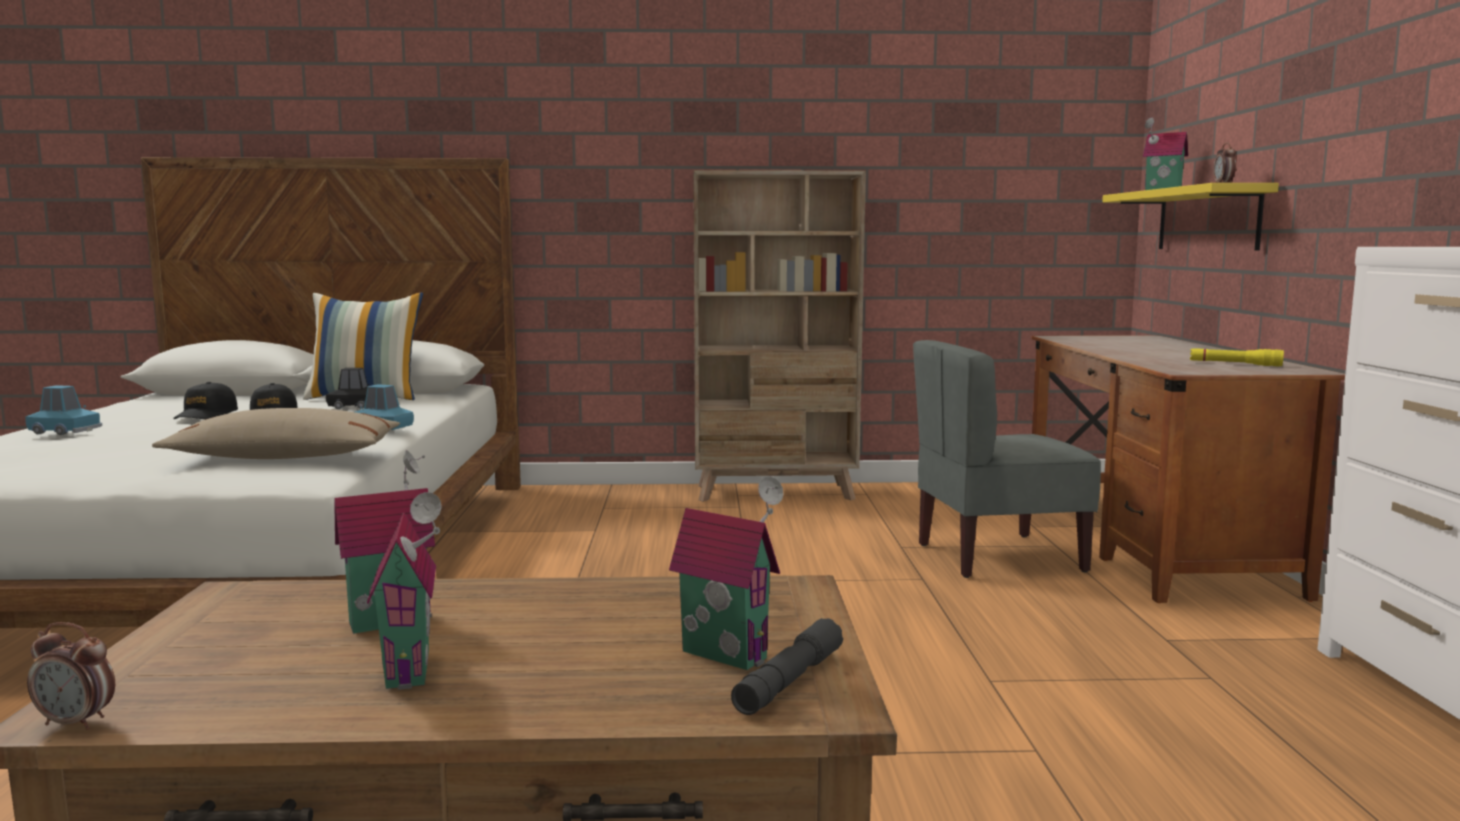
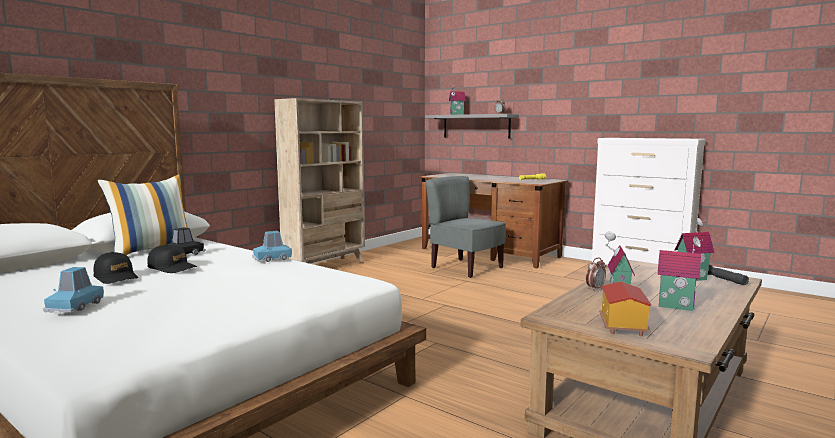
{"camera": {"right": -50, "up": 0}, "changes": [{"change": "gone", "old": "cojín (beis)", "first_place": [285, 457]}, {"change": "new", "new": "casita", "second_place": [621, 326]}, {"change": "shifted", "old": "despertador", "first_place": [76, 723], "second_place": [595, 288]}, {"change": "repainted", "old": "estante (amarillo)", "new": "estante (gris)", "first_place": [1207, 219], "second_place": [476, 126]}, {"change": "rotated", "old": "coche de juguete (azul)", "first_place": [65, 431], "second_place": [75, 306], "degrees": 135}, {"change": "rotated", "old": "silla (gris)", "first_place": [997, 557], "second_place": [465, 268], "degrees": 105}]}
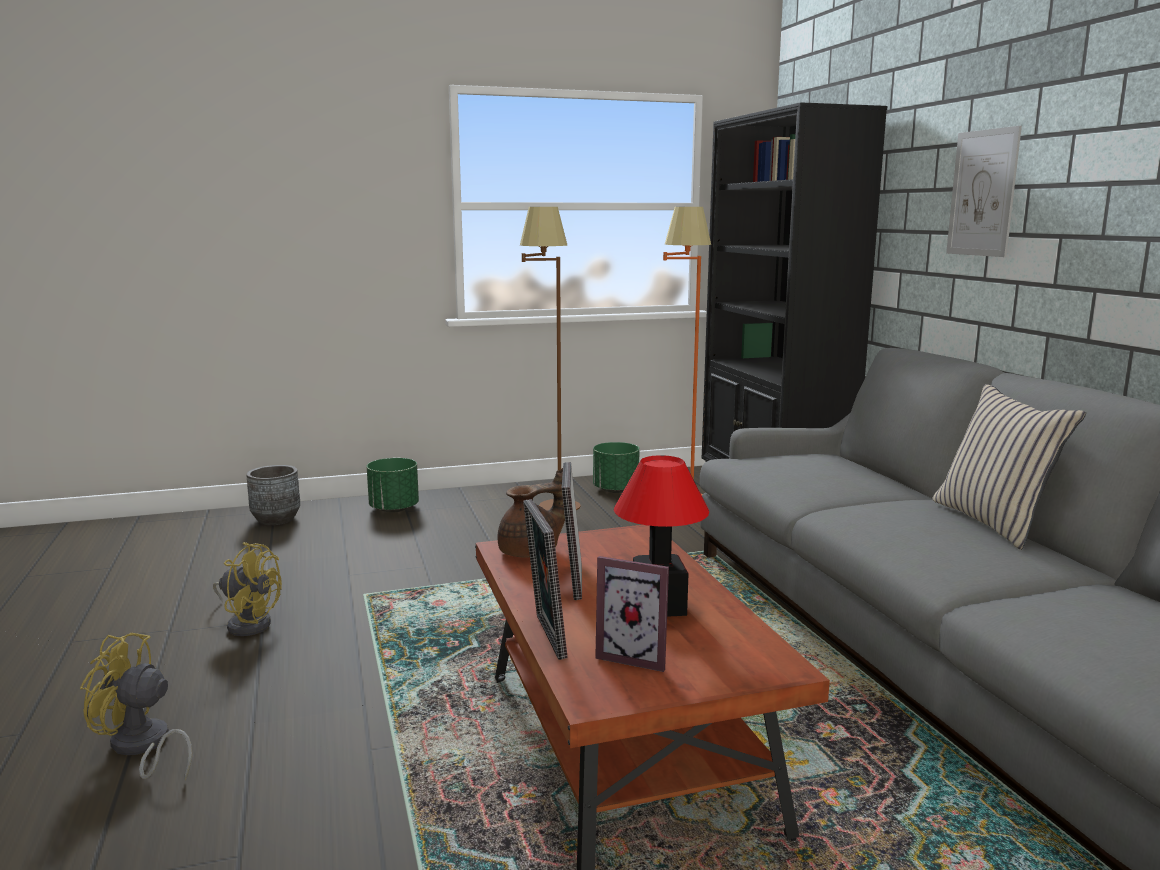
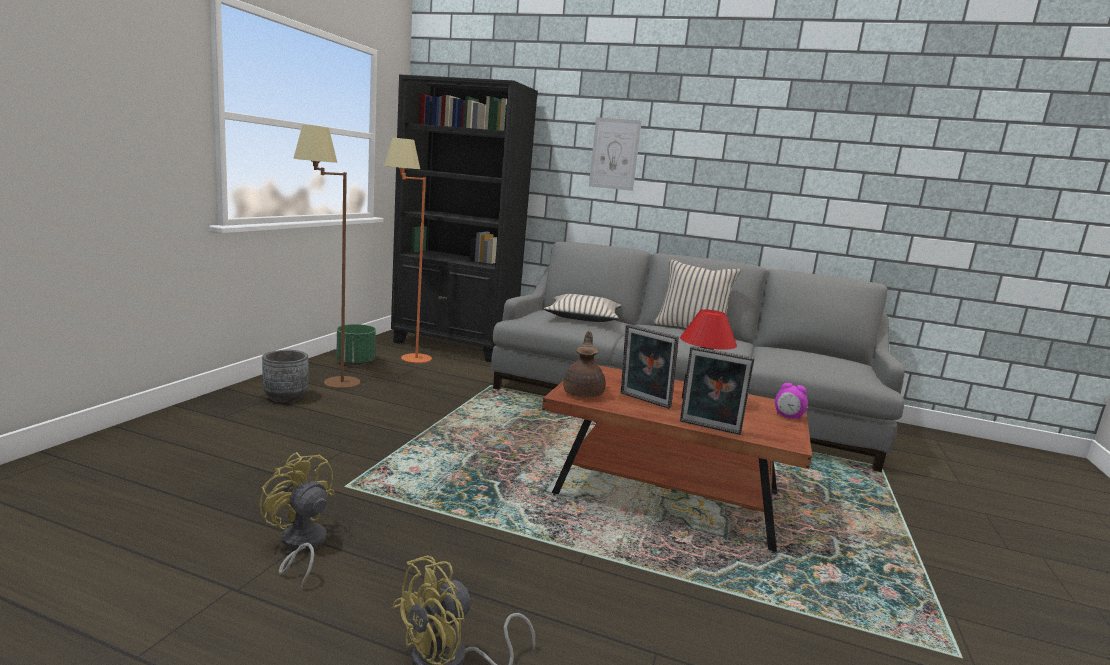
{"camera": {"right": -55, "up": 0}, "changes": [{"change": "gone", "old": "maceta (verde)", "first_place": [394, 509]}, {"change": "gone", "old": "portarretratos", "first_place": [635, 655]}, {"change": "new", "new": "cojín (beis)", "second_place": [583, 317]}, {"change": "new", "new": "despertador", "second_place": [788, 417]}, {"change": "shifted", "old": "maceta (gris)", "first_place": [276, 519], "second_place": [286, 397]}, {"change": "rotated", "old": "ventilador (amarillo)", "first_place": [248, 623], "second_place": [300, 546], "degrees": -105}]}
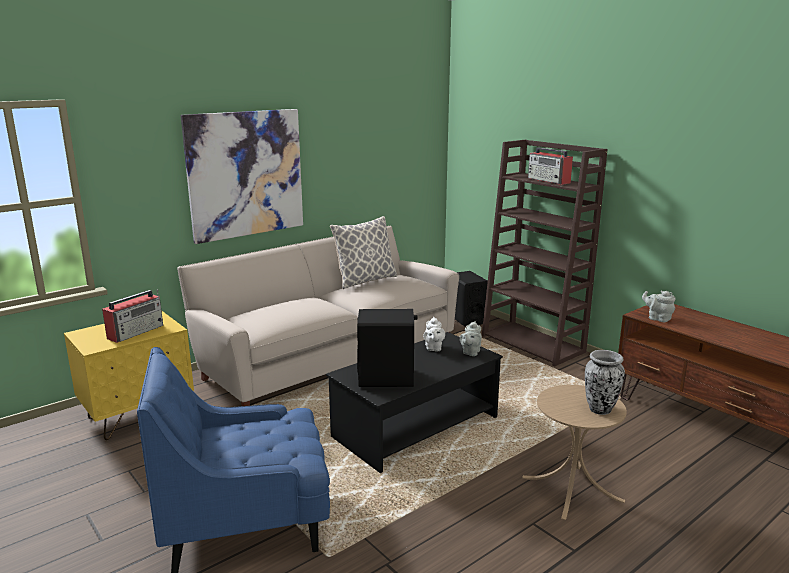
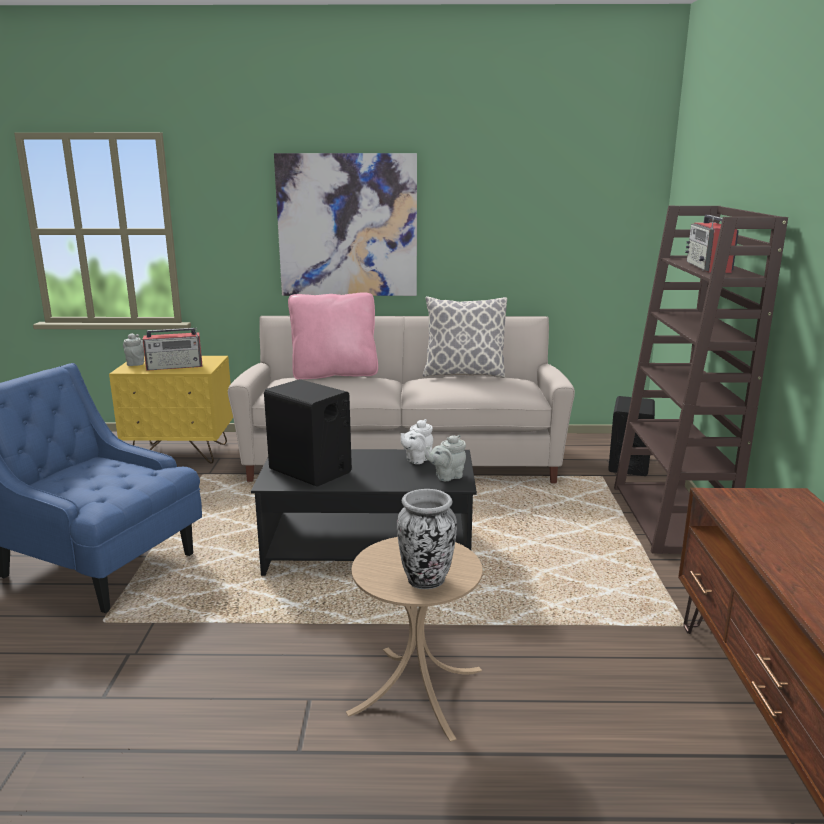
{"camera": {"right": 40, "up": 0}, "changes": [{"change": "new", "new": "cojín (rosa)", "second_place": [334, 374]}, {"change": "shifted", "old": "tetera (gris)", "first_place": [657, 318], "second_place": [136, 363]}]}
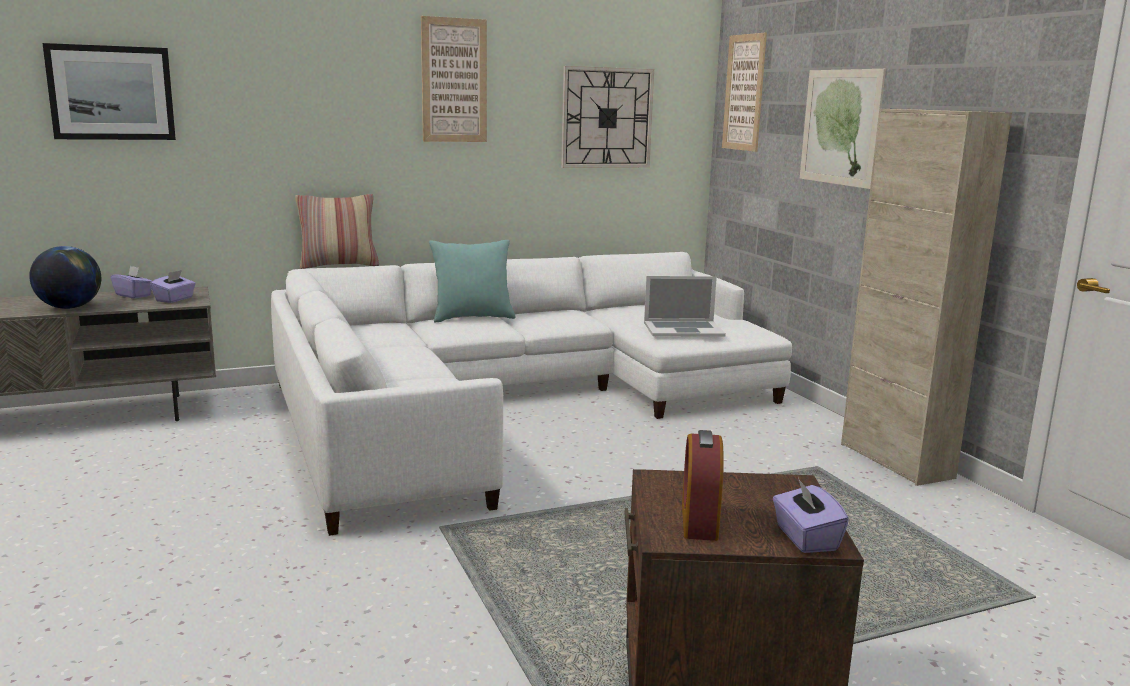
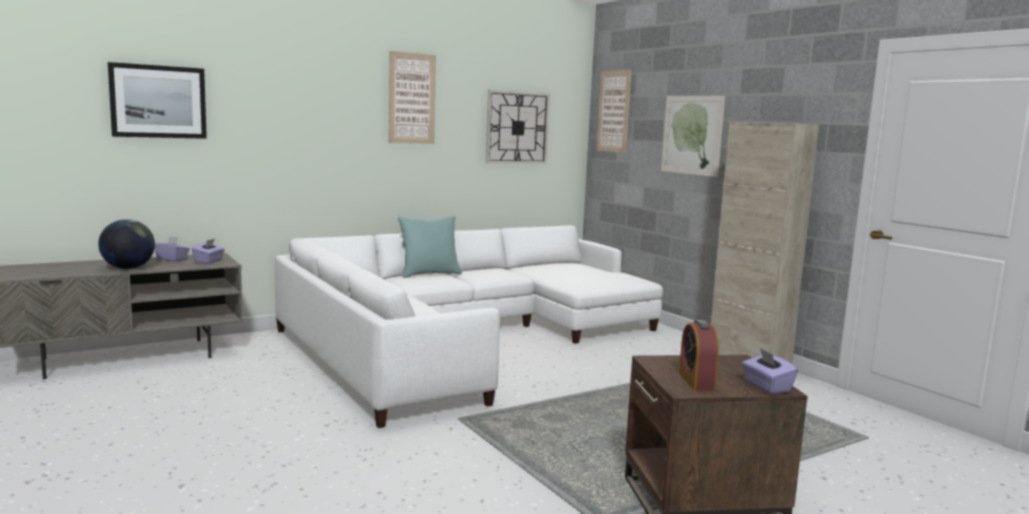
{"camera": {"right": -10, "up": -5}, "changes": [{"change": "gone", "old": "cojín", "first_place": [339, 265]}, {"change": "gone", "old": "portátil", "first_place": [683, 329]}]}
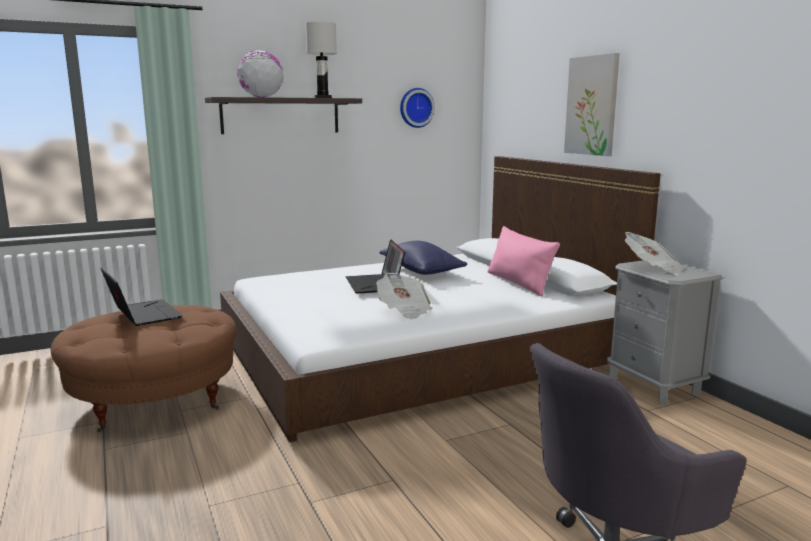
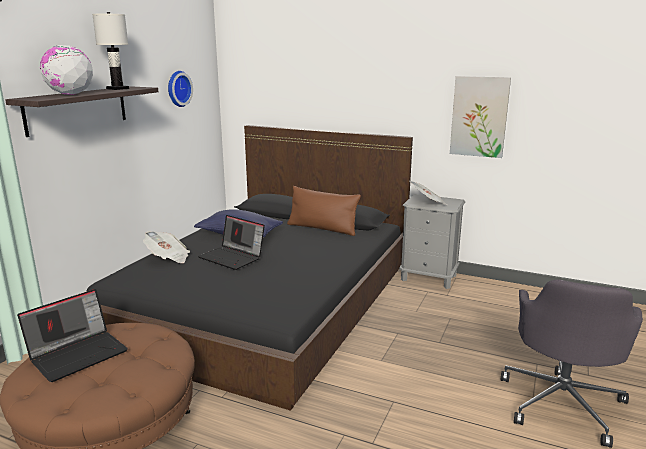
{"camera": {"right": -40, "up": 5}, "changes": [{"change": "shifted", "old": "periódico", "first_place": [404, 310], "second_place": [168, 258]}, {"change": "shifted", "old": "cuadro", "first_place": [592, 105], "second_place": [479, 116]}, {"change": "repainted", "old": "cama (blanco)", "new": "cama (negro)", "first_place": [422, 350], "second_place": [268, 300]}, {"change": "repainted", "old": "cojín (rosa)", "new": "cojín (marrón)", "first_place": [518, 283], "second_place": [322, 228]}, {"change": "rotated", "old": "portátil", "first_place": [142, 314], "second_place": [79, 353], "degrees": 120}]}
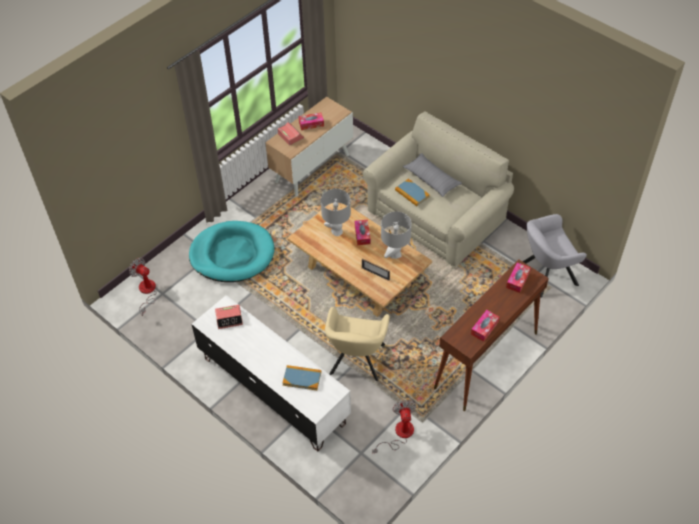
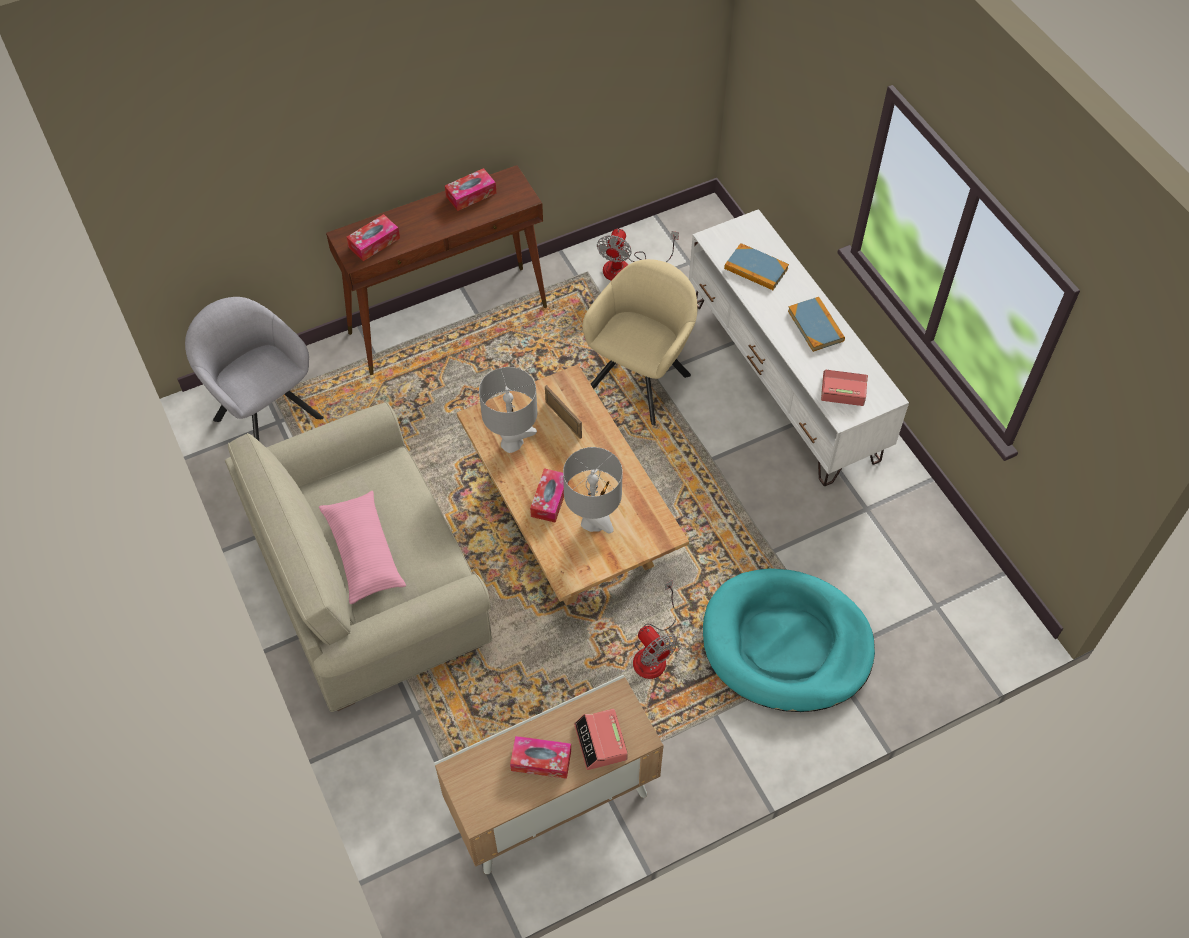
{"camera": {"right": -160, "up": 5}, "changes": [{"change": "shifted", "old": "ventilador", "first_place": [146, 292], "second_place": [653, 652]}, {"change": "shifted", "old": "libro", "first_place": [412, 193], "second_place": [815, 326]}, {"change": "repainted", "old": "cojín (gris)", "new": "cojín (rosa)", "first_place": [431, 179], "second_place": [363, 552]}, {"change": "rotated", "old": "sillón (gris)", "first_place": [545, 275], "second_place": [265, 414], "degrees": -135}]}
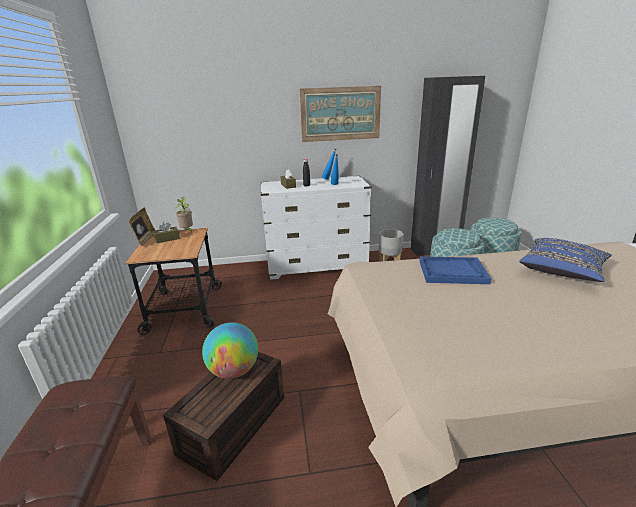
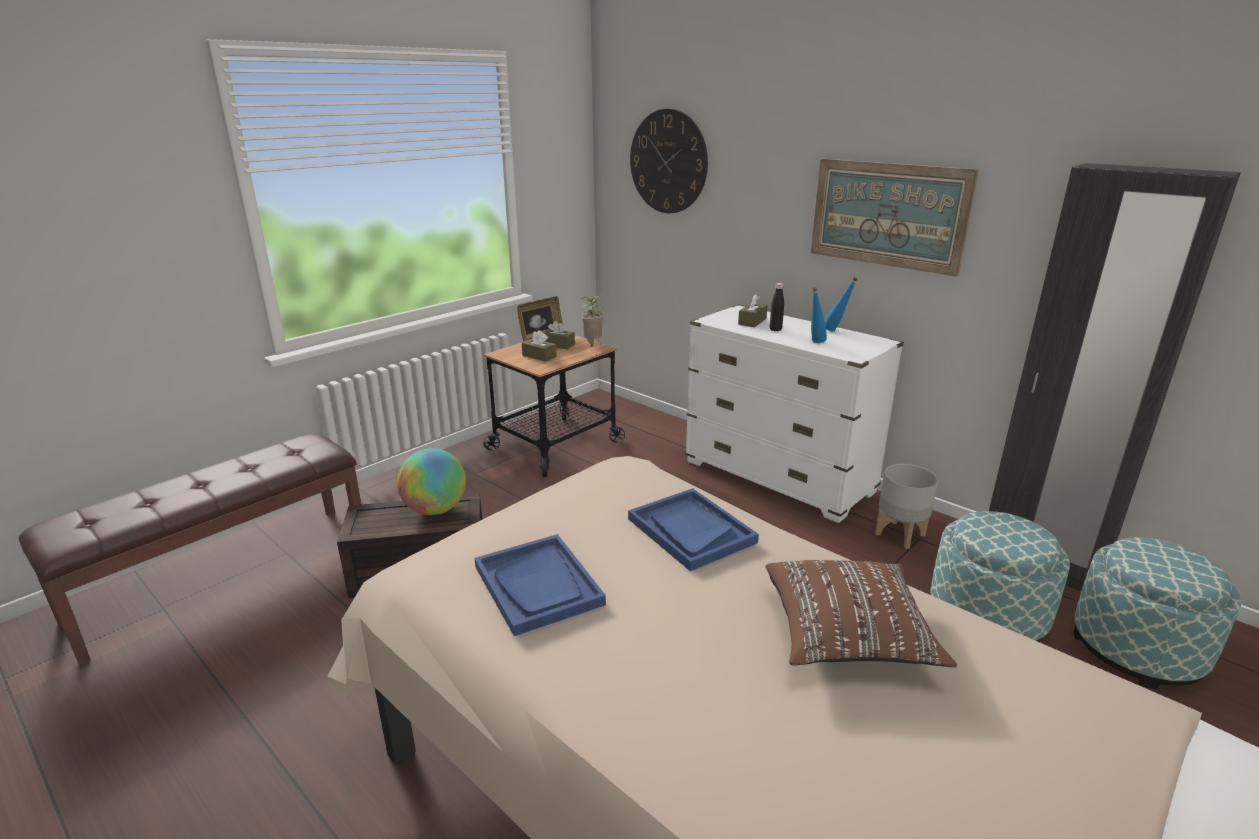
{"camera": {"right": 50, "up": 0}, "changes": [{"change": "new", "new": "bandeja (azul)", "second_place": [538, 585]}, {"change": "new", "new": "caja de pañuelos (marrón)", "second_place": [539, 356]}, {"change": "new", "new": "reloj de pared", "second_place": [668, 162]}, {"change": "repainted", "old": "cojín (azul)", "new": "cojín (marrón)", "first_place": [561, 271], "second_place": [847, 636]}]}
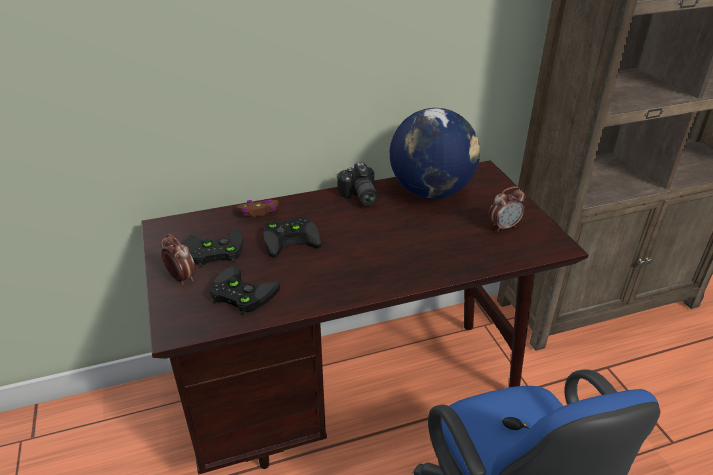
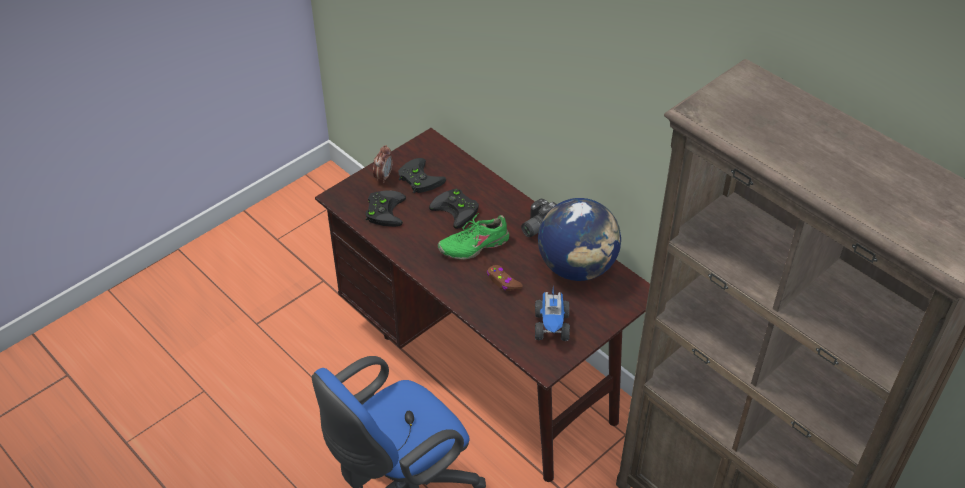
{"camera": {"right": 65, "up": 10}, "changes": [{"change": "new", "new": "zapato (verde)", "second_place": [474, 245]}, {"change": "shifted", "old": "mando de consola (marrón)", "first_place": [258, 211], "second_place": [503, 282]}, {"change": "swapped", "old": "despertador", "new": "camión de juguete", "first_place": [504, 227], "second_place": [552, 326]}]}
